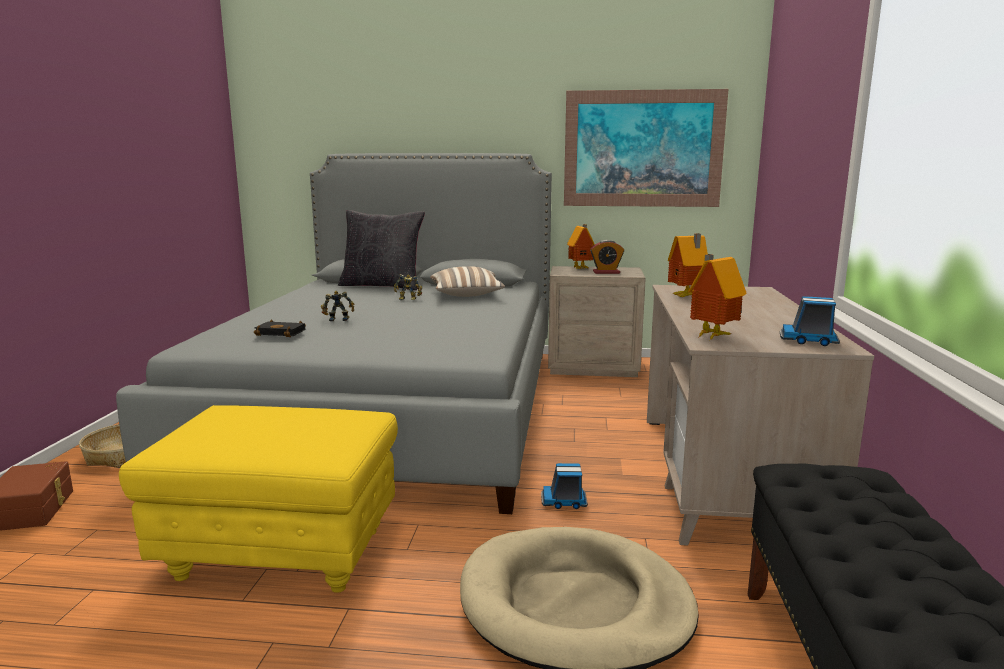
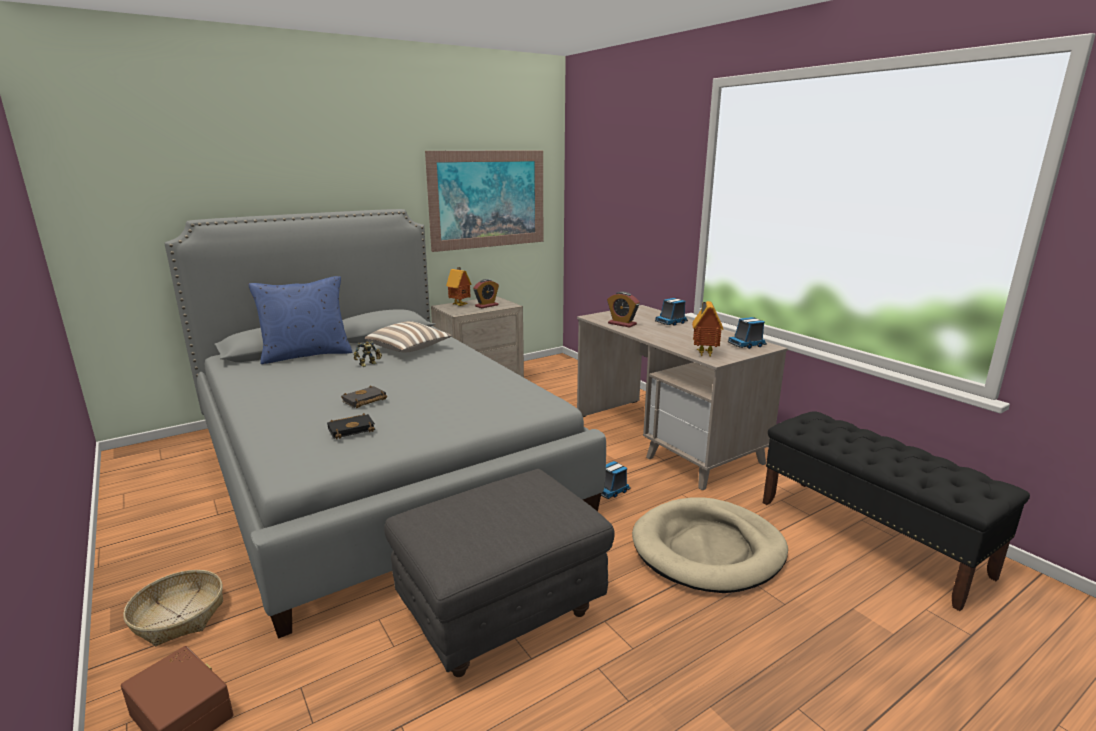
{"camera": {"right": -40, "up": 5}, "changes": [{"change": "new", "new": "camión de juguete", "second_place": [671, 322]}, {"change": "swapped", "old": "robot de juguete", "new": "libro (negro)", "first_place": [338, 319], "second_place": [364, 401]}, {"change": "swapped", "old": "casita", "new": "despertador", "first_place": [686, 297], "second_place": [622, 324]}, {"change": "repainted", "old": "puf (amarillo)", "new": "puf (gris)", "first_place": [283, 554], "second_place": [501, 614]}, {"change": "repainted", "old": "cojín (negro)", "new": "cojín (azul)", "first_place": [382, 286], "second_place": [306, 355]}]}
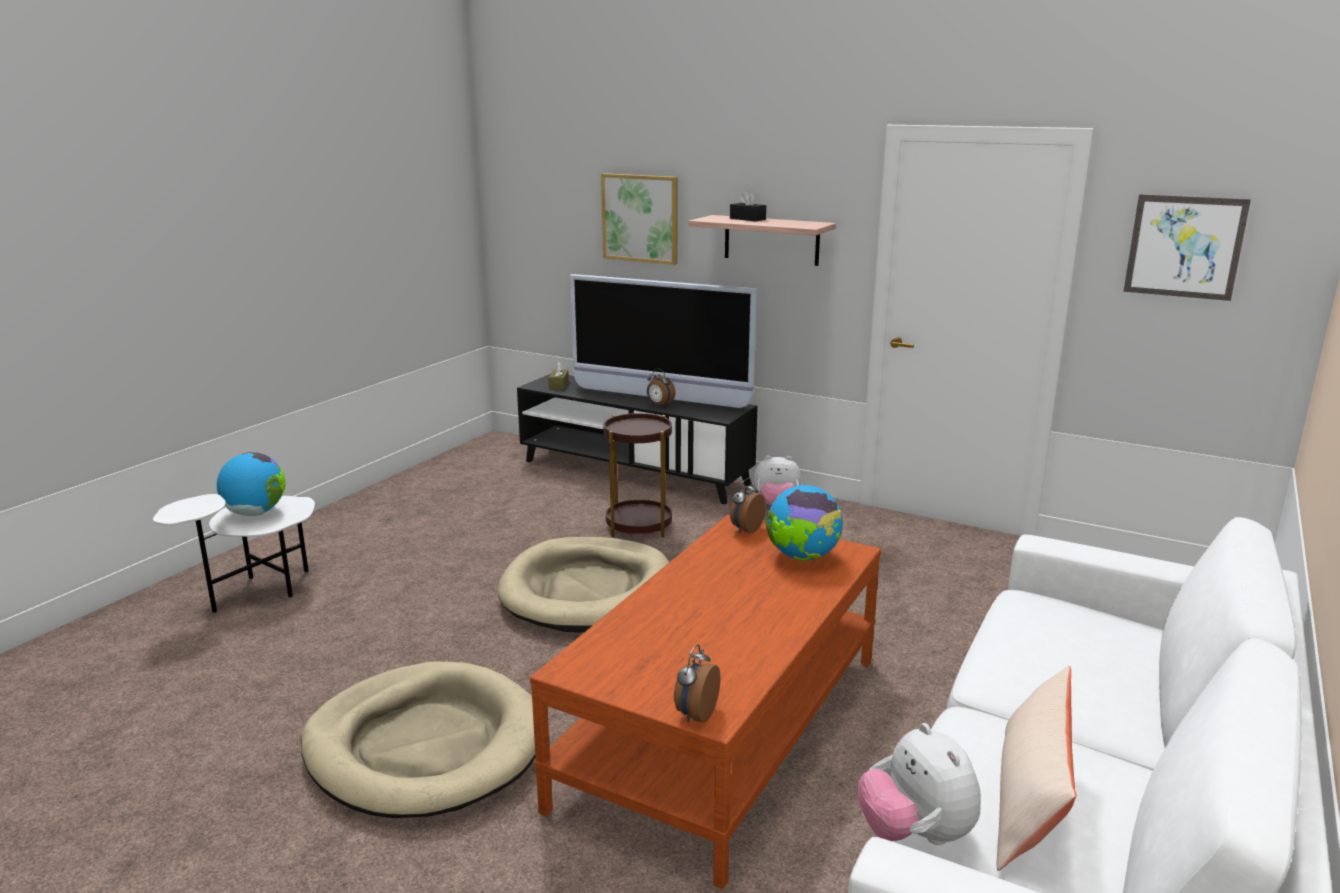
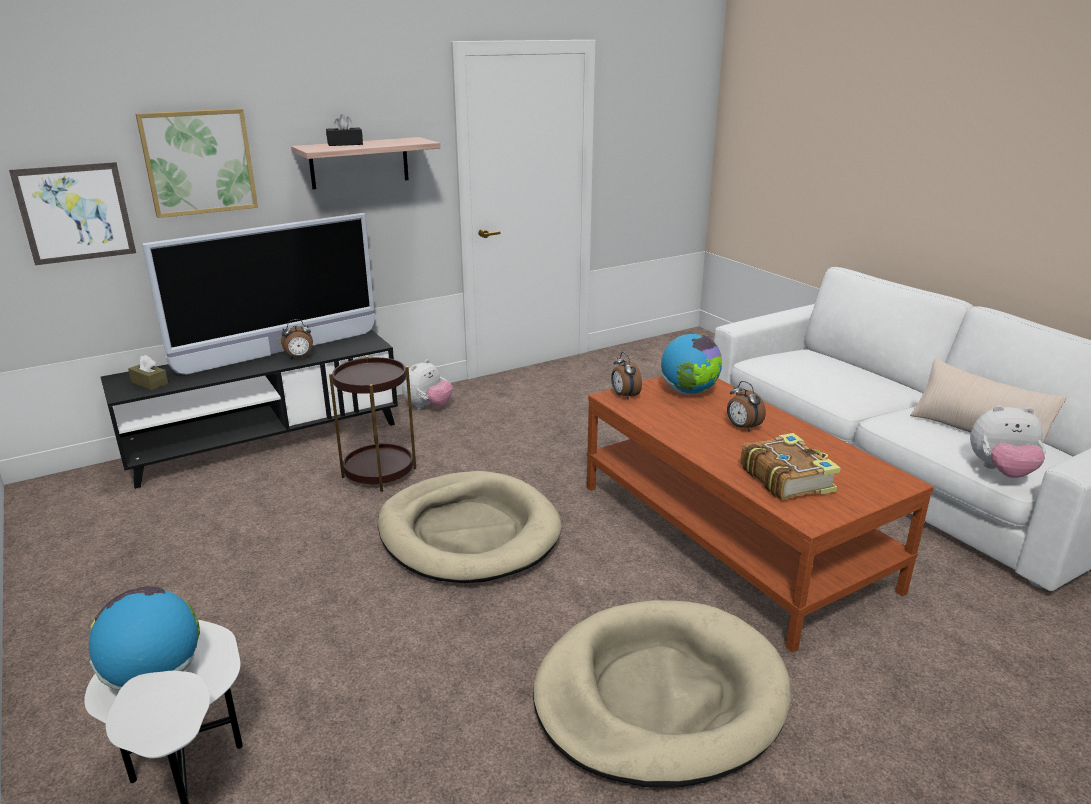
{"camera": {"right": -60, "up": 5}, "changes": [{"change": "new", "new": "libro", "second_place": [786, 478]}, {"change": "shifted", "old": "despertador", "first_place": [695, 714], "second_place": [742, 427]}, {"change": "shifted", "old": "cuadro", "first_place": [1184, 247], "second_place": [75, 213]}]}
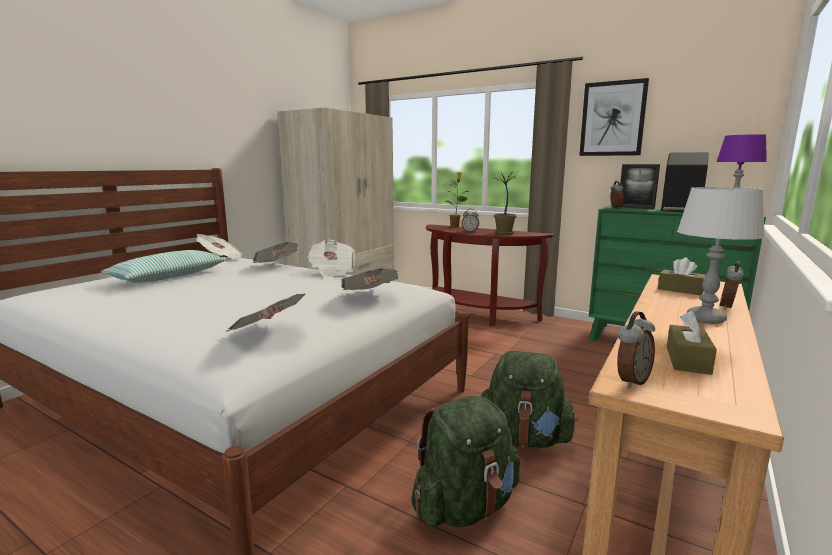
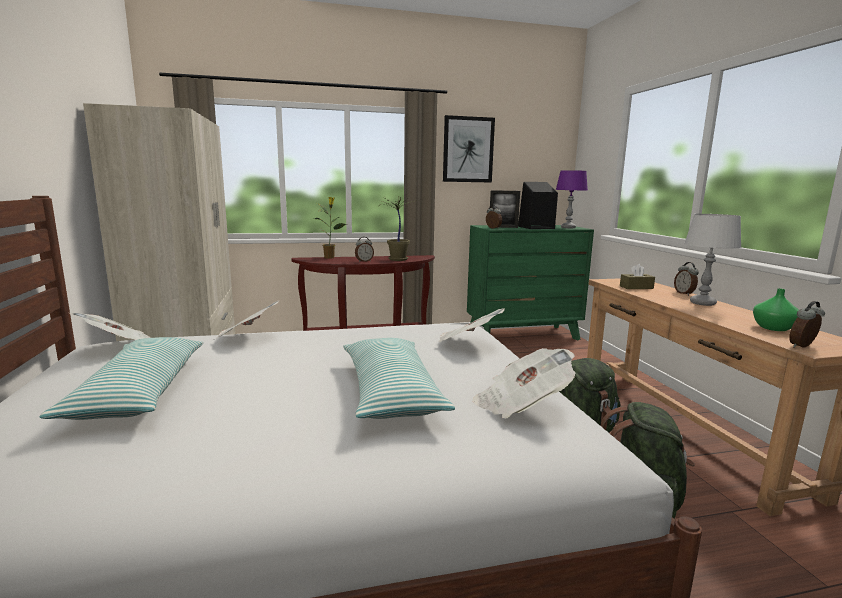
{"camera": {"right": -45, "up": 0}, "changes": [{"change": "gone", "old": "periódico", "first_place": [332, 271]}, {"change": "new", "new": "cojín", "second_place": [390, 391]}, {"change": "swapped", "old": "caja de pañuelos (marrón)", "new": "florero (verde)", "first_place": [687, 360], "second_place": [774, 328]}, {"change": "rotated", "old": "despertador", "first_place": [631, 381], "second_place": [803, 346], "degrees": -120}]}
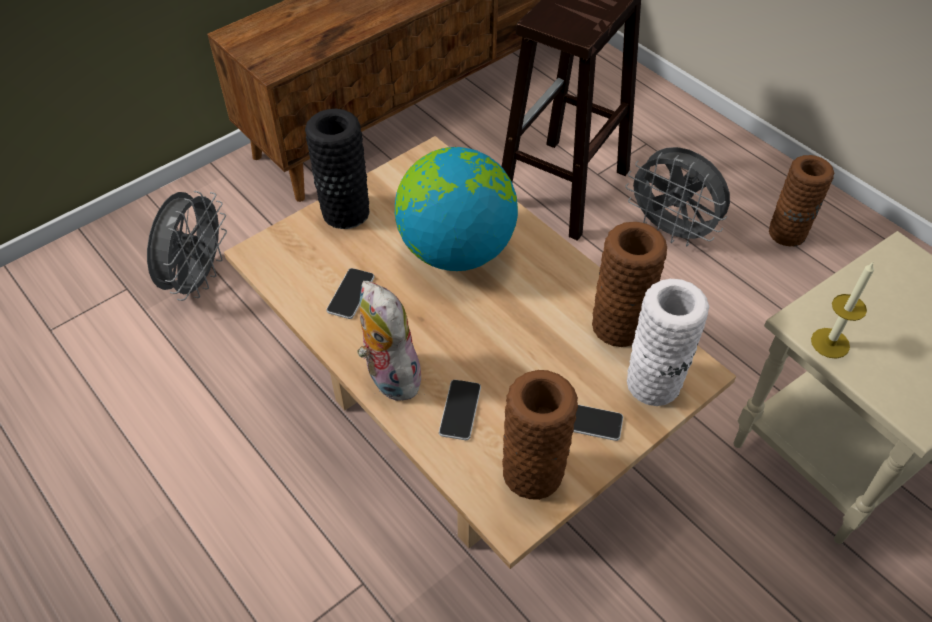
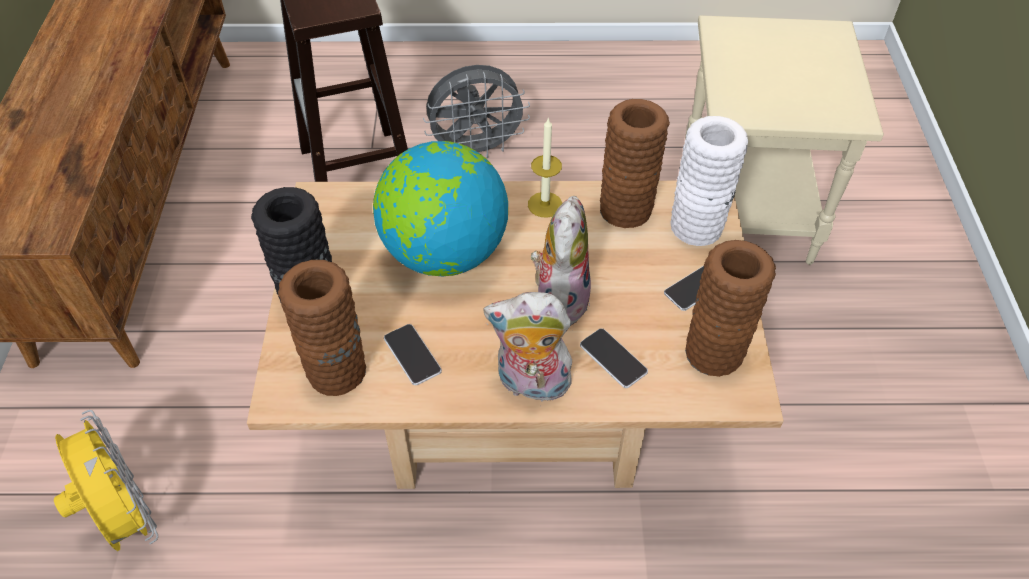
{"camera": {"right": -50, "up": 0}, "changes": [{"change": "new", "new": "peluche", "second_place": [559, 298]}, {"change": "shifted", "old": "florero (marrón)", "first_place": [787, 233], "second_place": [337, 371]}, {"change": "shifted", "old": "vela", "first_place": [830, 343], "second_place": [545, 204]}, {"change": "repainted", "old": "ventilador (gris)", "new": "ventilador (amarillo)", "first_place": [197, 279], "second_place": [125, 517]}]}
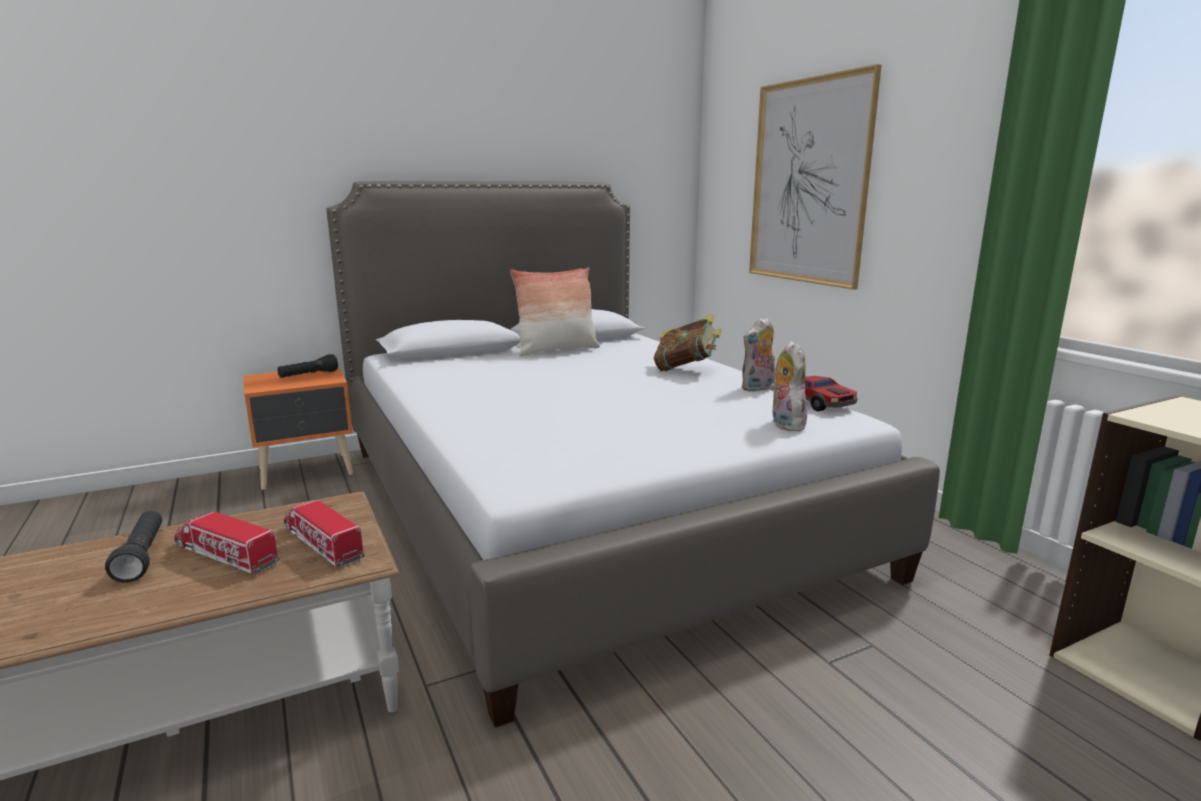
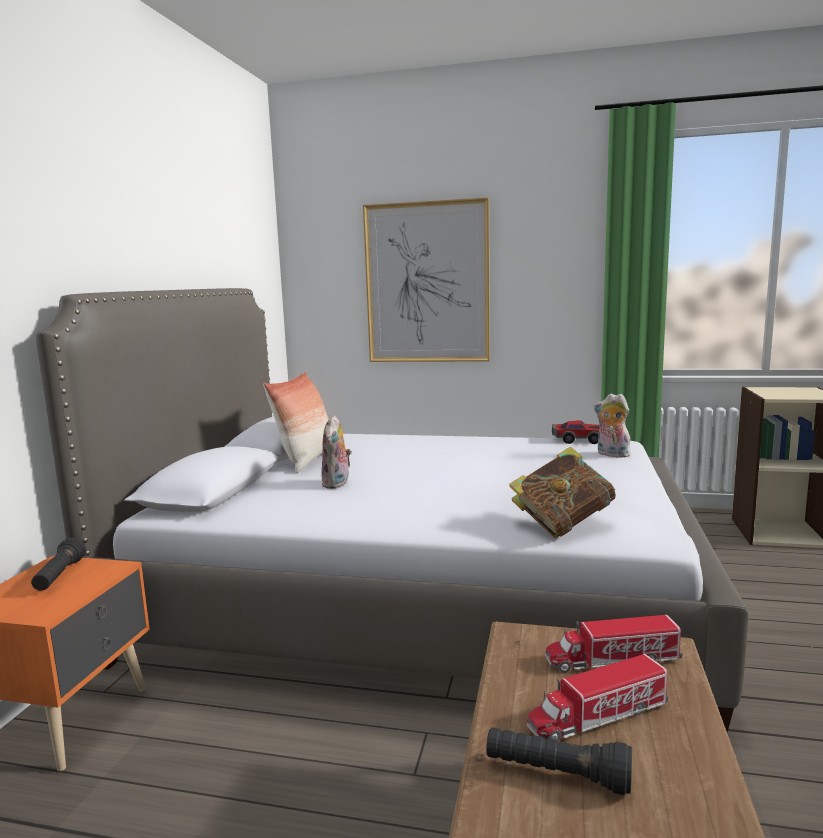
{"camera": {"right": -50, "up": -5}, "changes": [{"change": "shifted", "old": "libro", "first_place": [686, 369], "second_place": [562, 525]}, {"change": "shifted", "old": "peluche", "first_place": [758, 388], "second_place": [337, 484]}]}
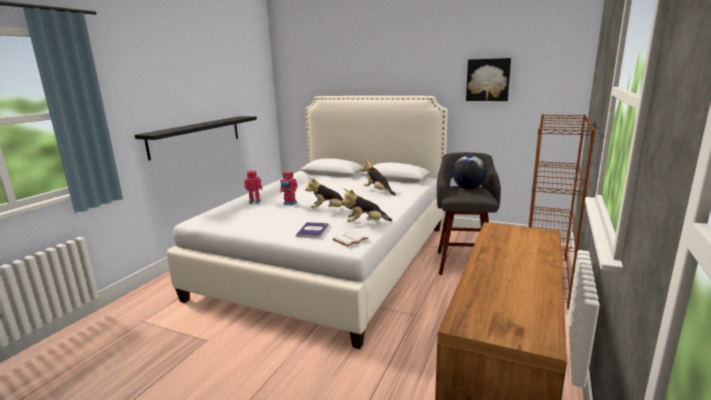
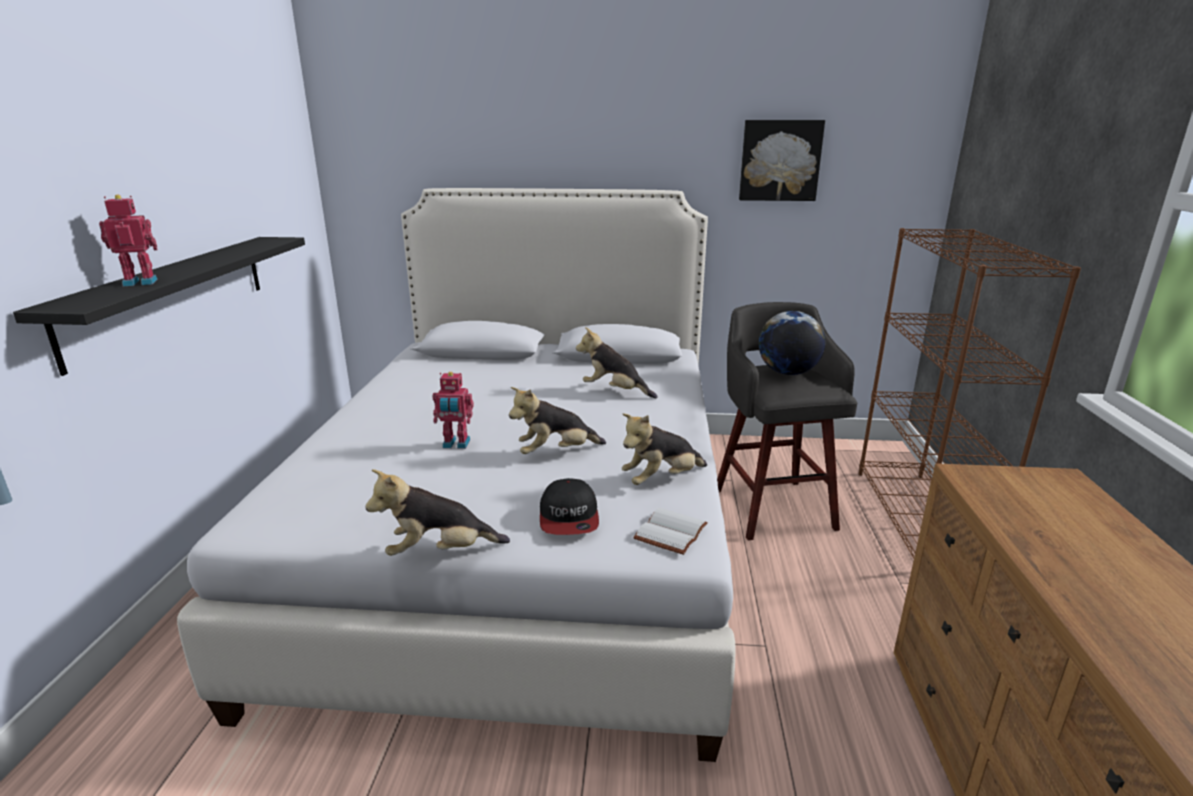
{"camera": {"right": -20, "up": 5}, "changes": [{"change": "new", "new": "peluche", "second_place": [440, 552]}, {"change": "shifted", "old": "robot de juguete", "first_place": [255, 202], "second_place": [141, 282]}, {"change": "swapped", "old": "libro", "new": "gorra", "first_place": [313, 230], "second_place": [569, 518]}]}
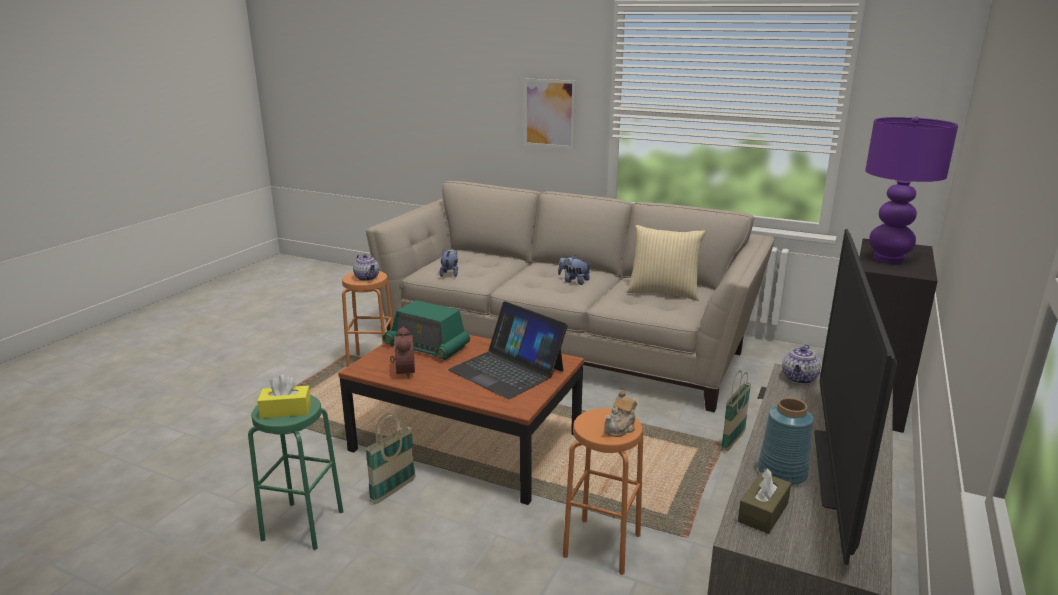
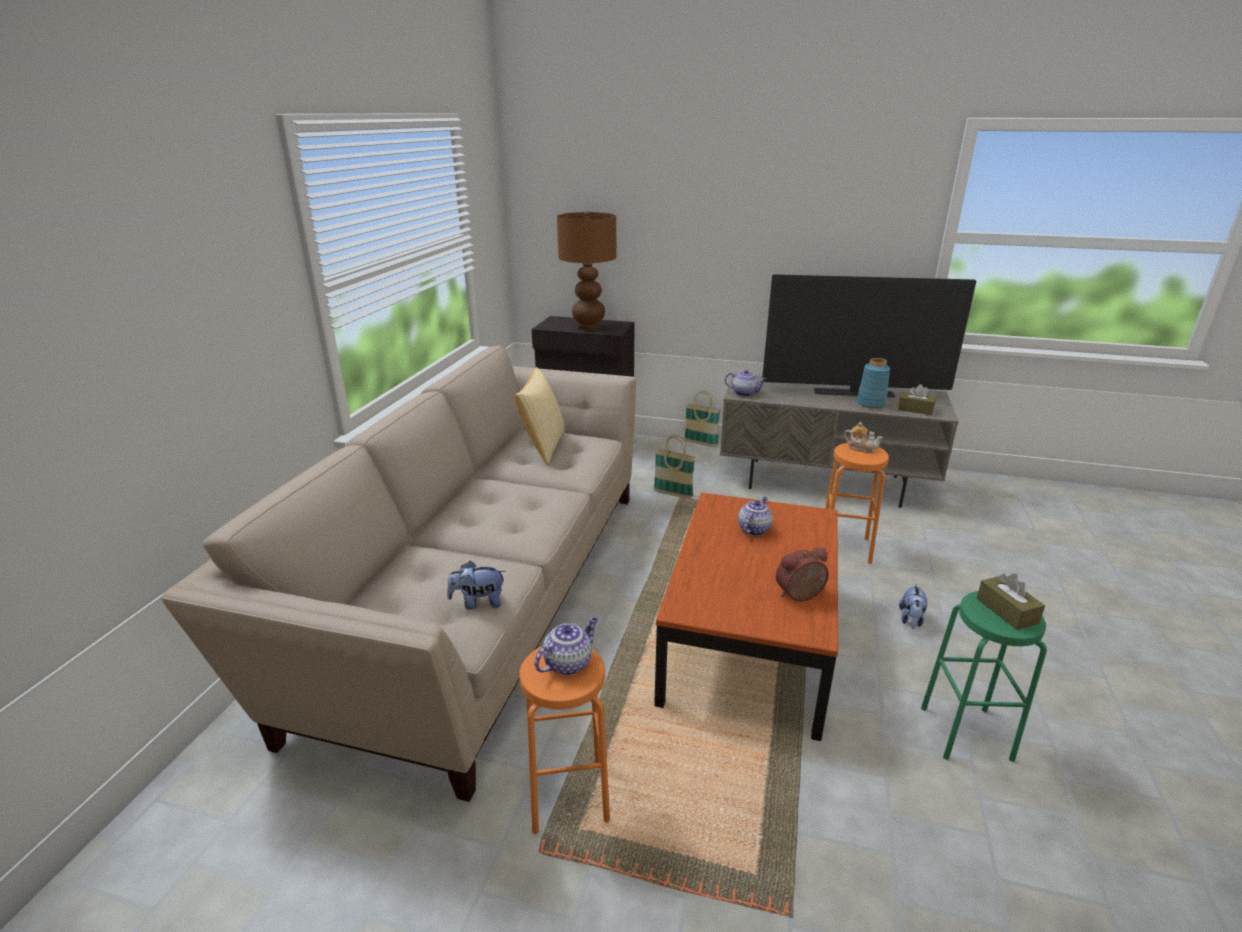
{"camera": {"right": -100, "up": 5}, "changes": [{"change": "gone", "old": "radio", "first_place": [427, 346]}, {"change": "gone", "old": "cuadro", "first_place": [549, 113]}, {"change": "shifted", "old": "cesta", "first_place": [393, 490], "second_place": [701, 443]}, {"change": "shifted", "old": "peluche", "first_place": [573, 281], "second_place": [911, 620]}, {"change": "swapped", "old": "portátil", "new": "tetera", "first_place": [507, 370], "second_place": [754, 529]}, {"change": "repainted", "old": "caja de pañuelos (amarillo)", "new": "caja de pañuelos (marrón)", "first_place": [286, 410], "second_place": [1006, 611]}, {"change": "repainted", "old": "lámpara de mesa (morado)", "new": "lámpara de mesa (marrón)", "first_place": [888, 259], "second_place": [588, 327]}]}
